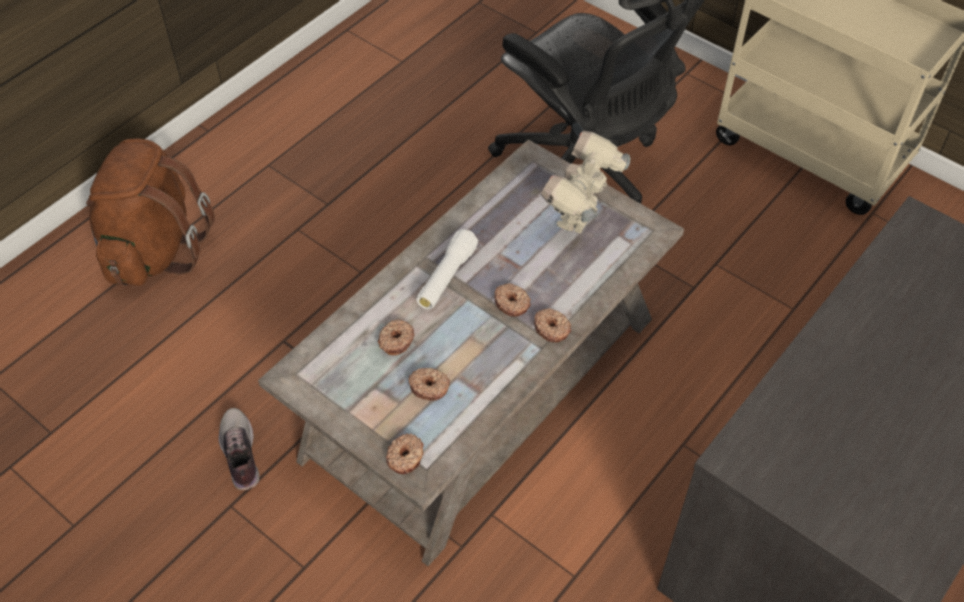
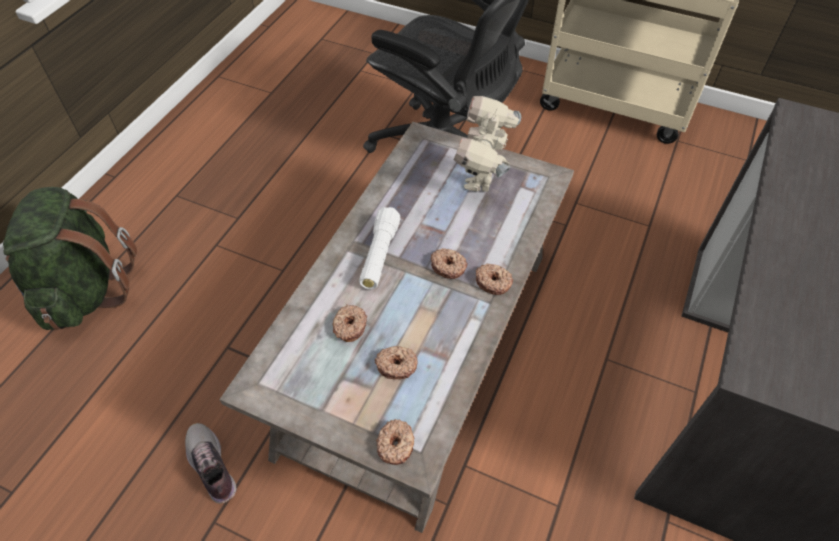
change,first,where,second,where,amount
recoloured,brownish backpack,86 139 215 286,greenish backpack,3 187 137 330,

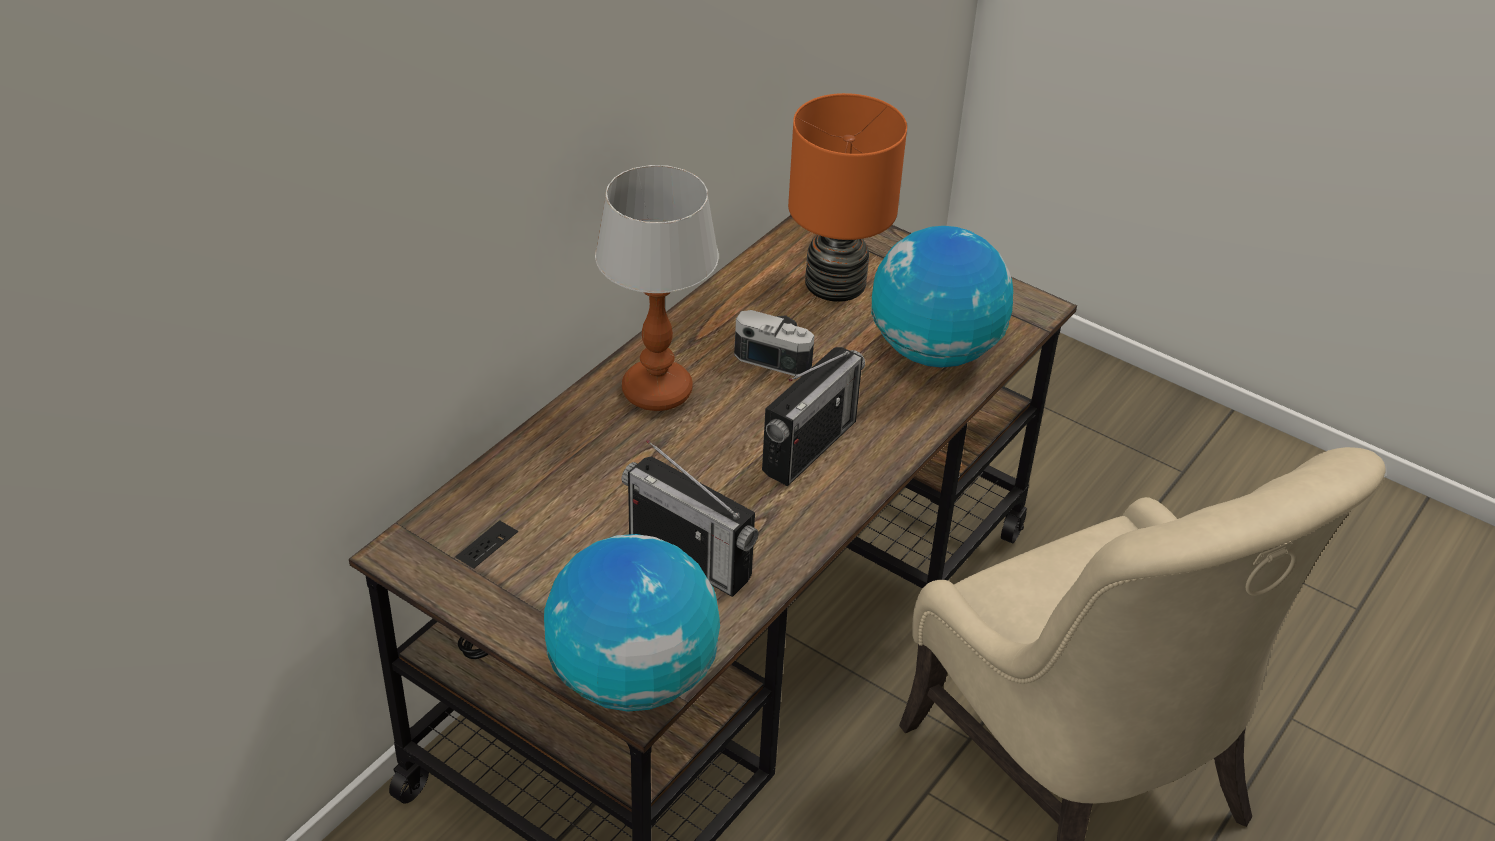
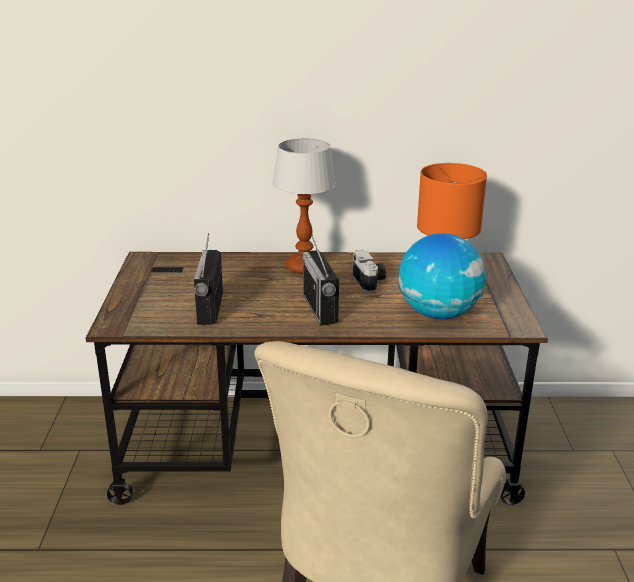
change,first,where,second,where,amount
removed,world globe,544 534 720 712,,,
turned,radio receiver,762 347 865 486,,302 235 339 326,75 degrees clockwise

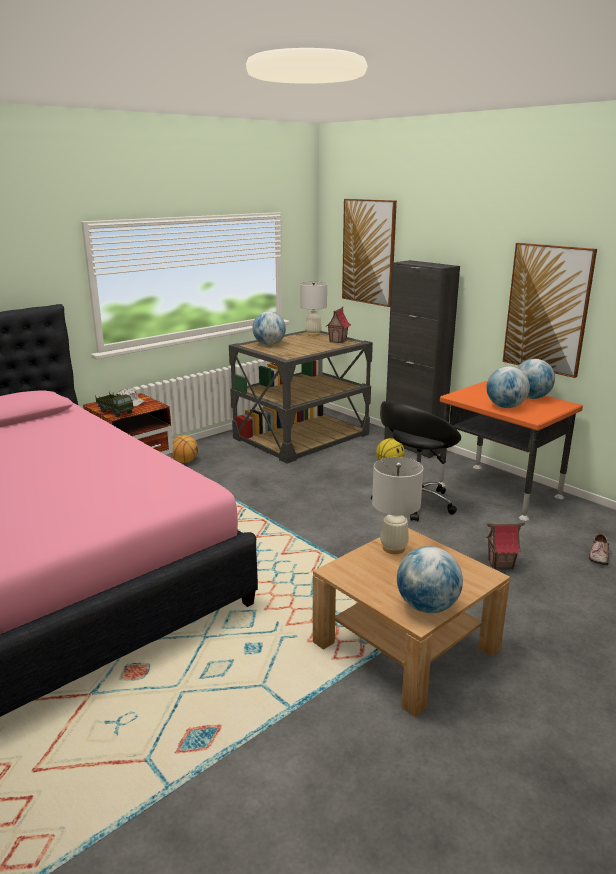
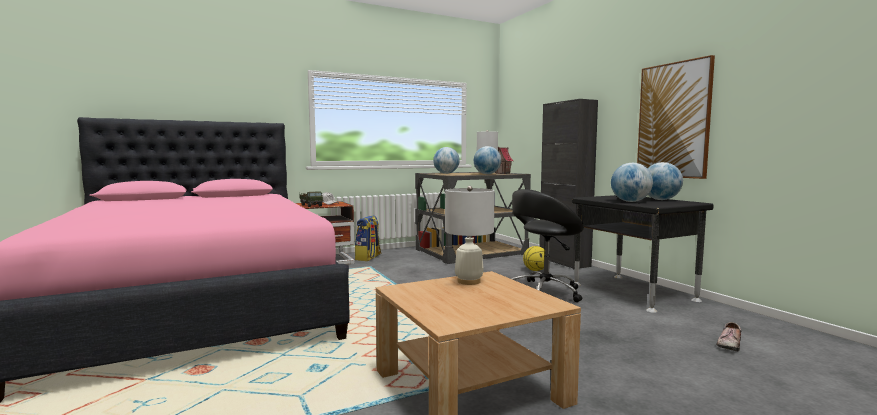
change,first,where,second,where,amount
removed,picture,342 199 397 307,,,
removed,model house,486 523 525 570,,,
moved,world globe,397 546 463 613,,474 146 501 174,
replaced,basketball,171 435 198 463,backpack,355 215 381 261,
recoloured,orangey desk table,437 381 583 521,black desk table,572 195 714 313,

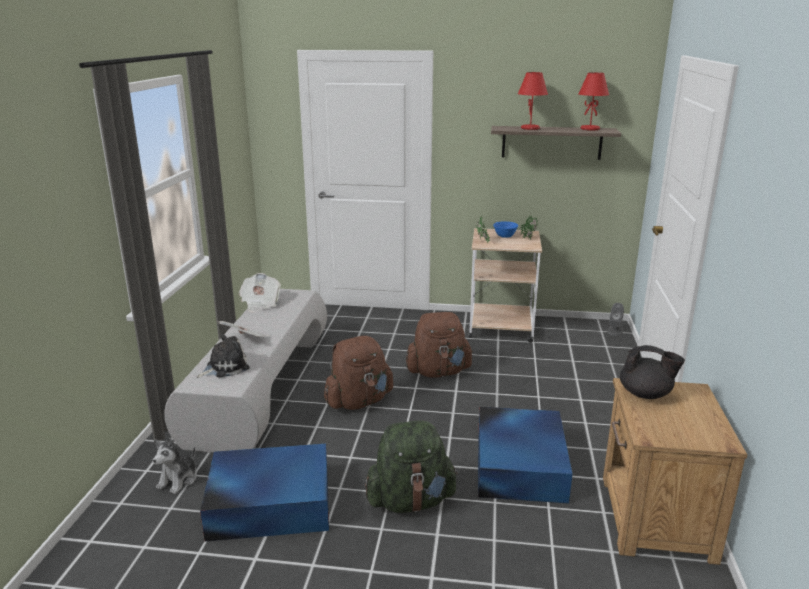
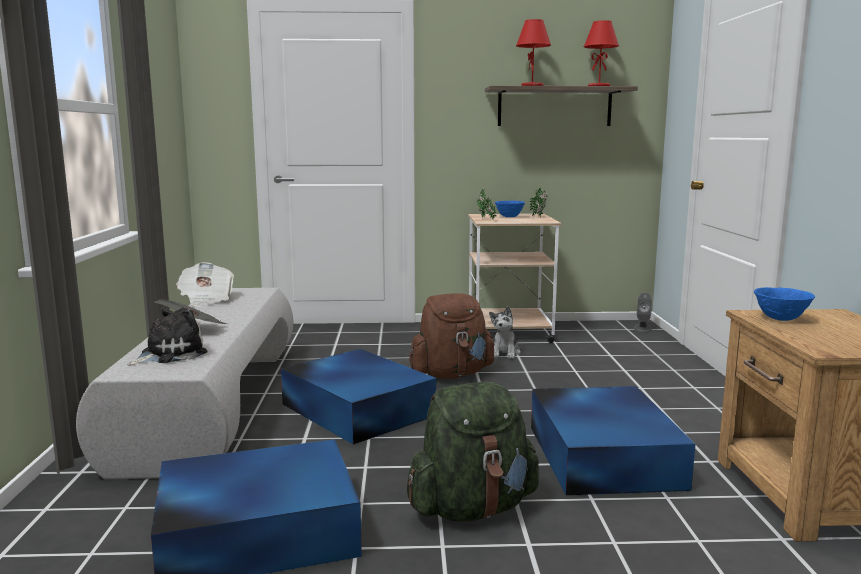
change,first,where,second,where,amount
moved,cuddly toy,153 438 197 494,,489 306 521 359,
replaced,brownish backpack,324 336 393 410,blue storage box,281 349 436 444,
replaced,black teapot,620 345 685 399,blue deep dish,754 287 815 321,

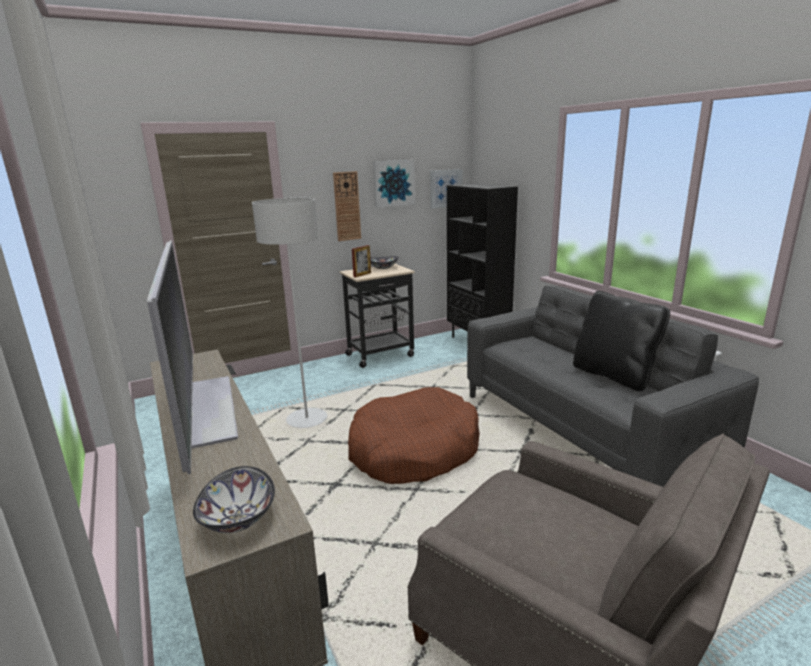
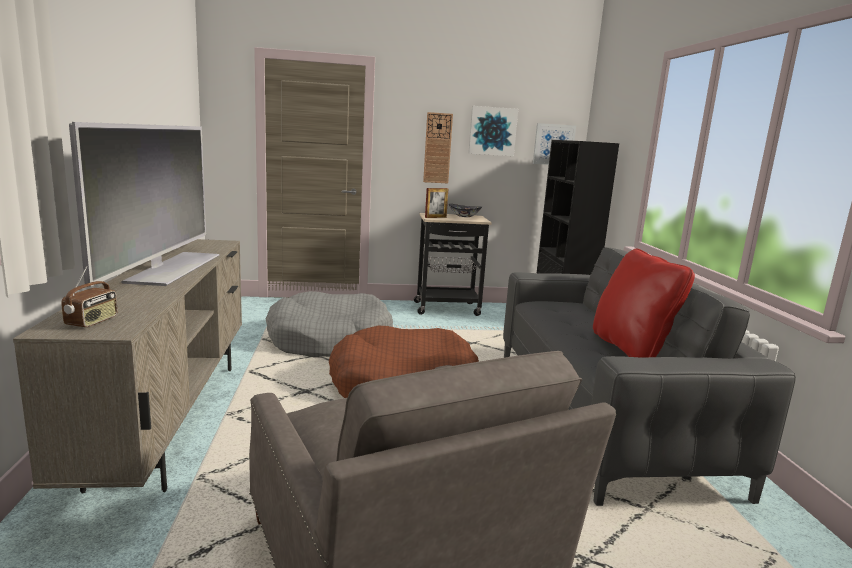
change,first,where,second,where,amount
replaced,deep dish,193 466 275 533,radio receiver,61 266 117 328,
replaced,gray standard lamp,252 198 327 428,gray pet bed,266 291 393 357,
recoloured,black throw pillow,573 291 670 391,red throw pillow,593 248 695 358,

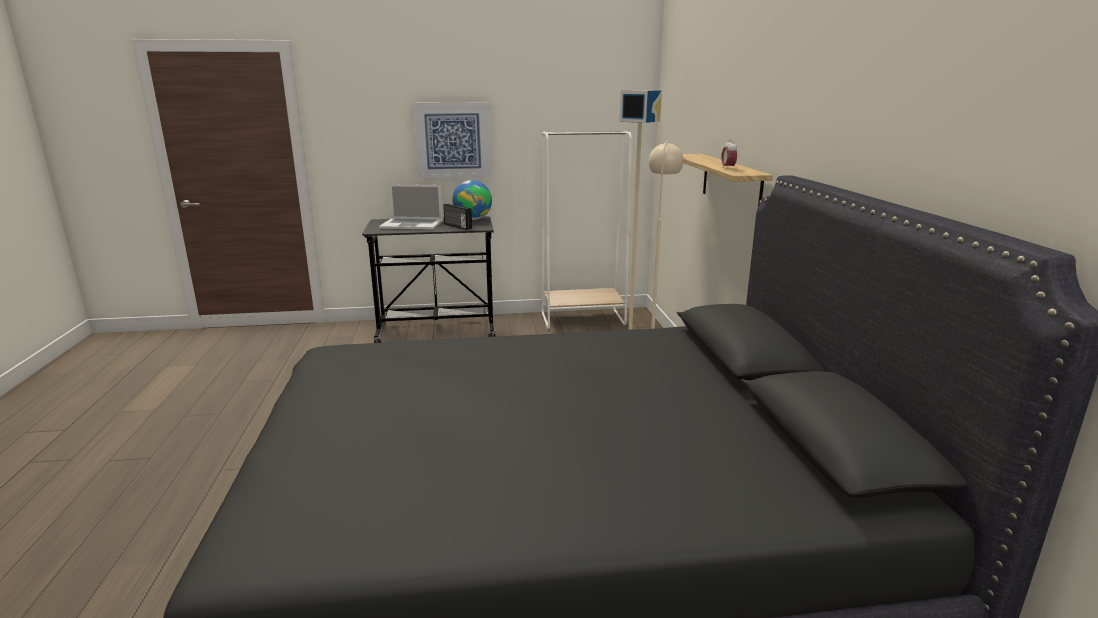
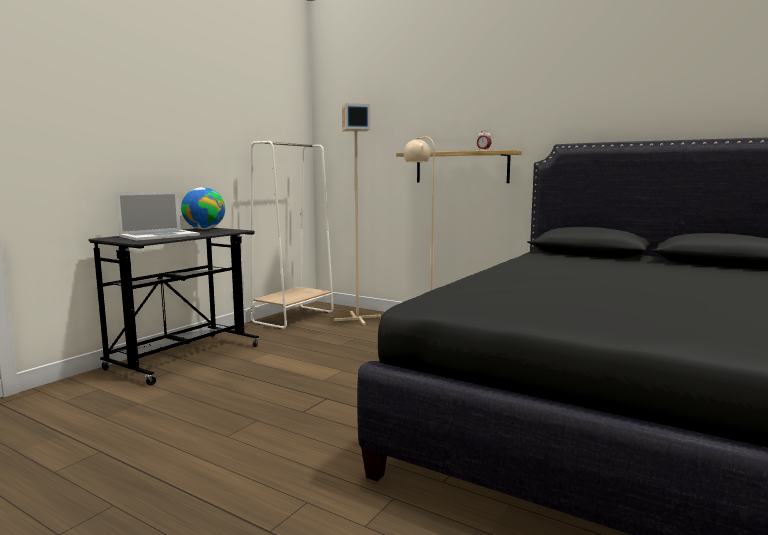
change,first,where,second,where,amount
removed,picture,413 102 491 179,,,
removed,radio receiver,443 203 472 230,,,

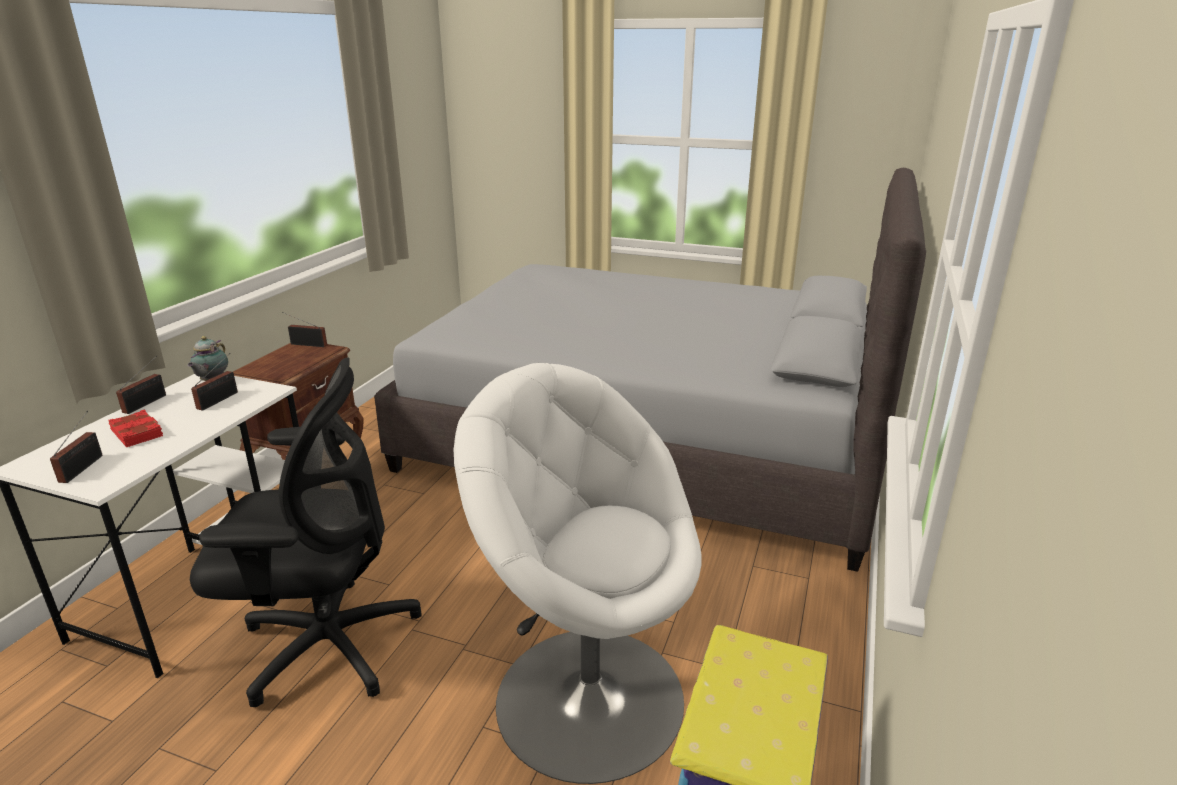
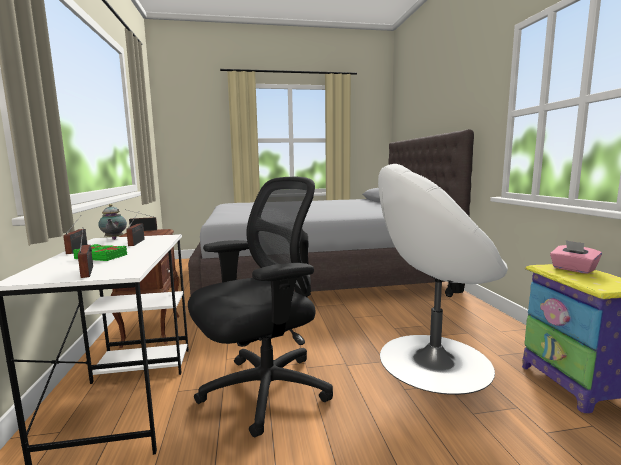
change,first,where,second,where,amount
added,,,pinkish box of tissues,550 240 602 274,
recoloured,red book,109 410 163 447,greenish book,73 244 127 261,

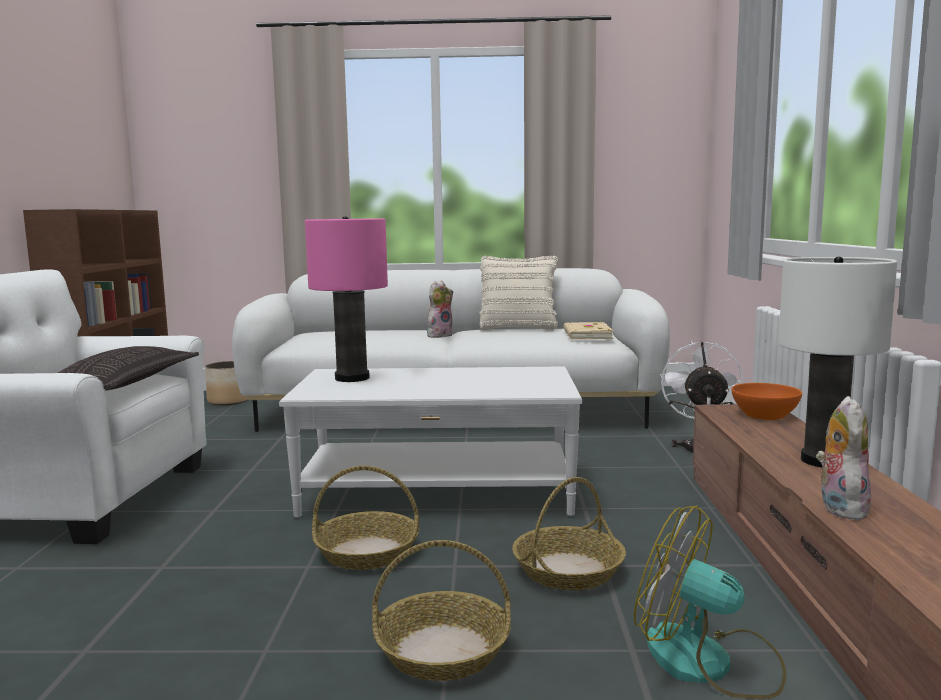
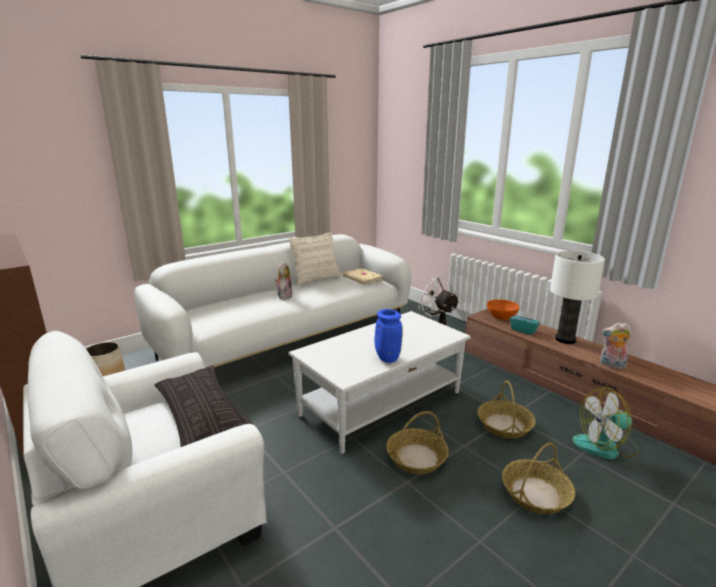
change,first,where,second,where,amount
removed,pinkish tabletop lamp,305 216 388 382,,,
added,,,blue vase,375 309 403 363,
added,,,blue-green box of tissues,510 310 540 335,
turned,cuddly toy,816 396 871 520,,600 323 631 369,45 degrees counterclockwise

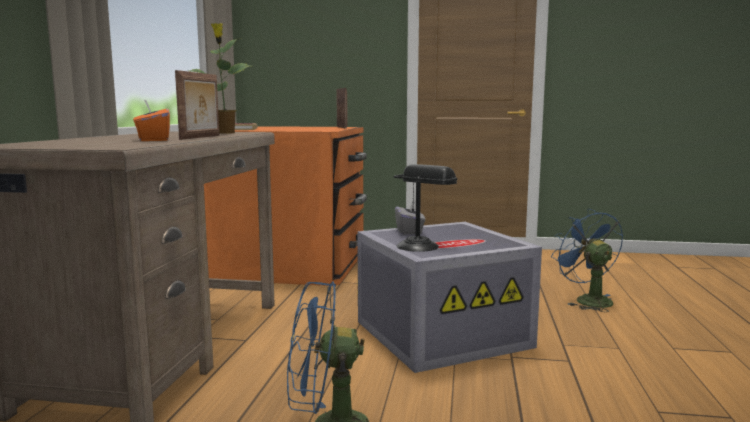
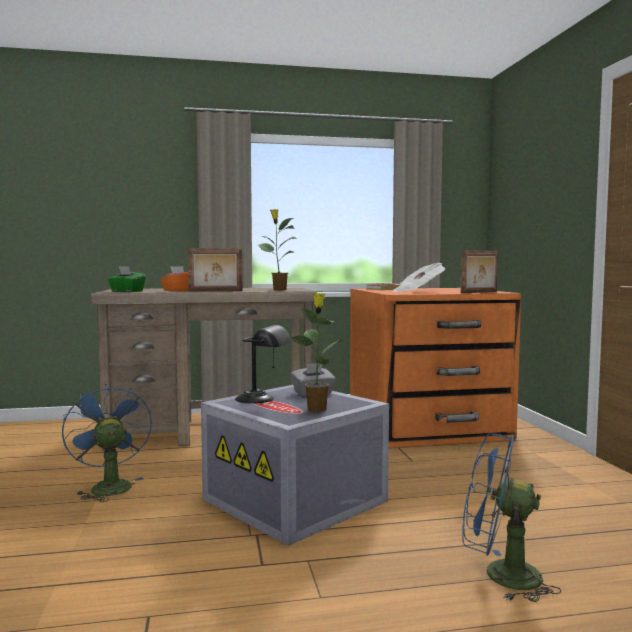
change,first,where,second,where,amount
added,,,greenish box of tissues,108 266 146 292,
added,,,plant in a pot,286 293 345 412,
added,,,newspaper,393 263 445 292,
turned,blue cooling fan,551 209 623 312,,462 433 561 602,120 degrees counterclockwise

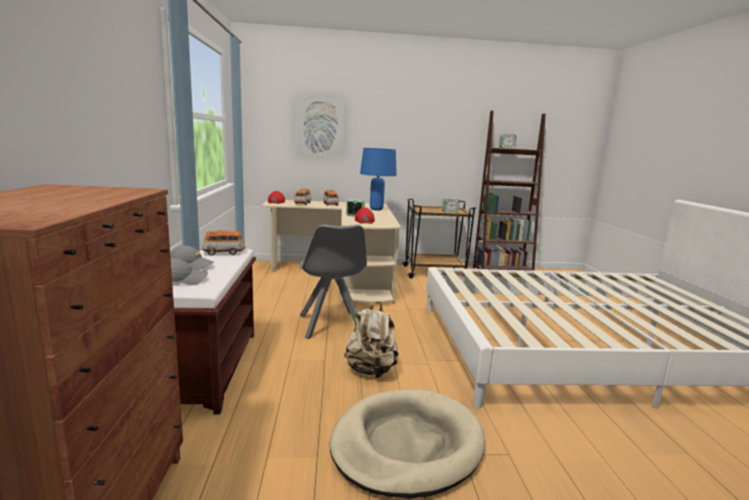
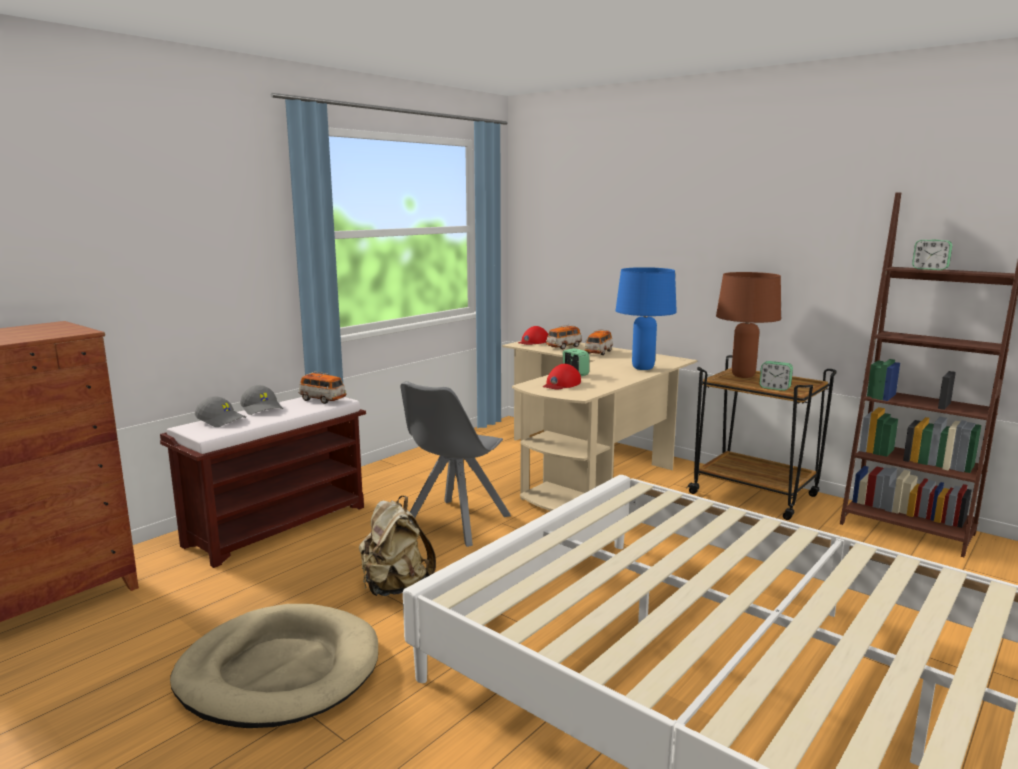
change,first,where,second,where,amount
removed,picture,297 96 346 158,,,
added,,,brownish tabletop lamp,716 272 781 378,

